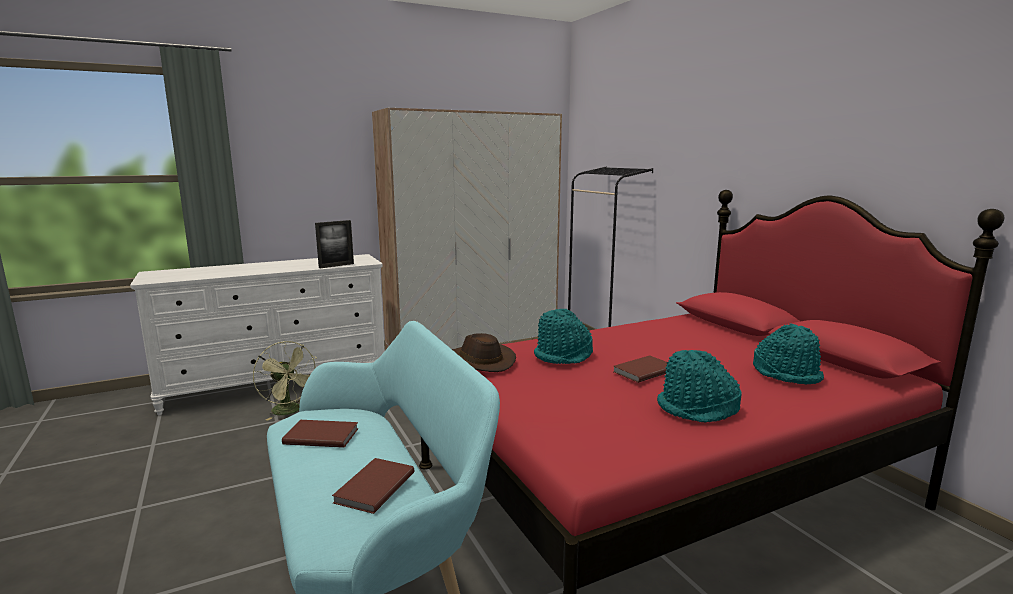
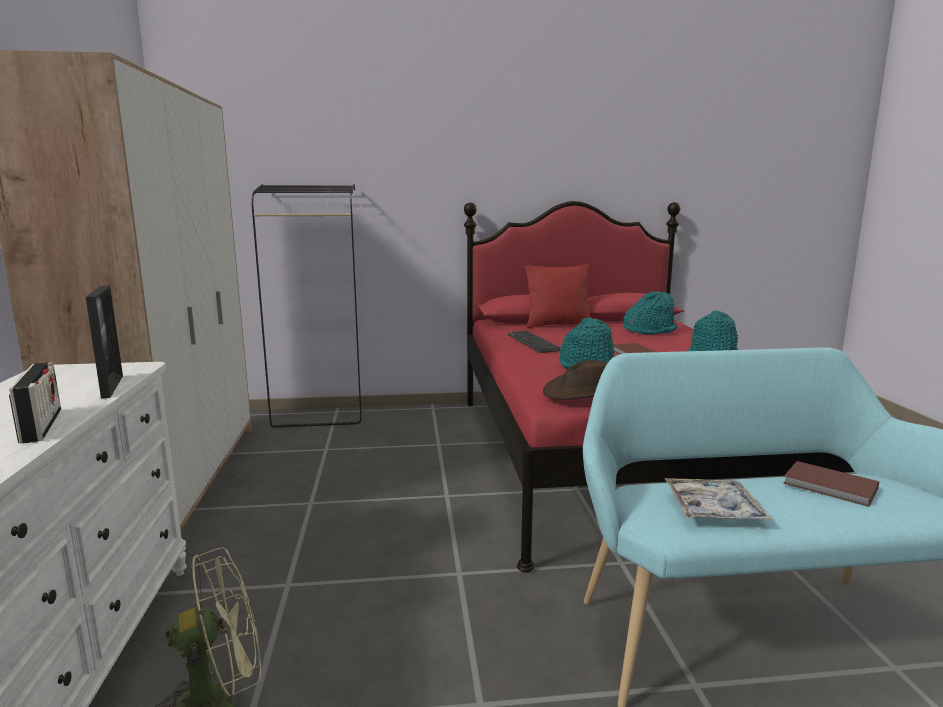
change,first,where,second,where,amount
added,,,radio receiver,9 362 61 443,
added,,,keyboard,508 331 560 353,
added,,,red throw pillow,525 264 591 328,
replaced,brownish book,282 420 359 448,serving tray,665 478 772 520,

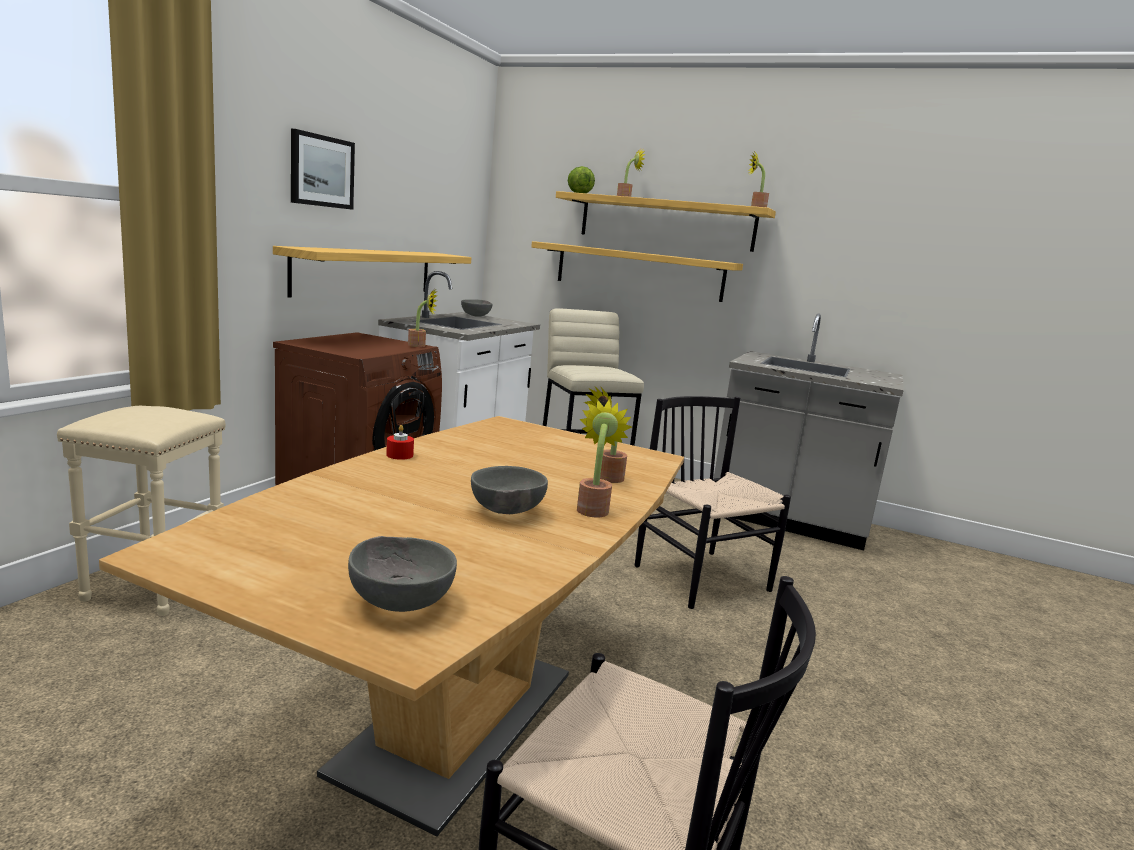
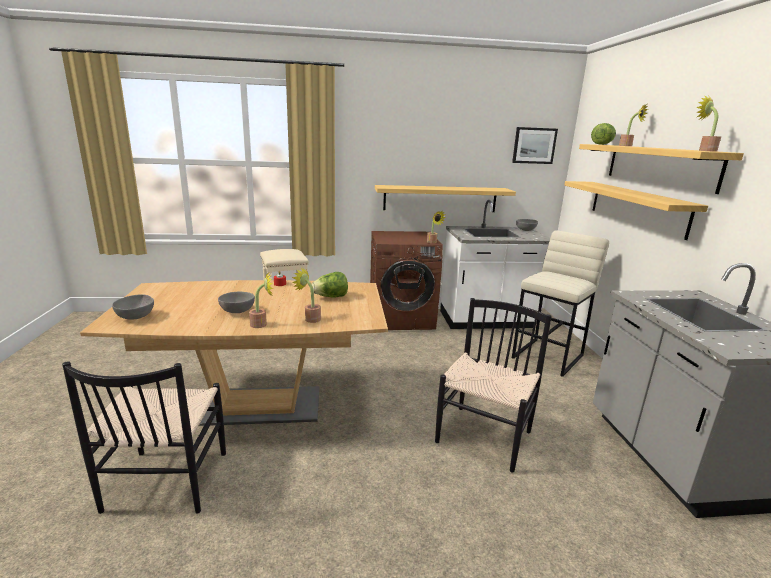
change,first,where,second,where,amount
added,,,head of lettuce,312 272 348 298,
moved,picture,291 129 355 210,,512 127 558 164,

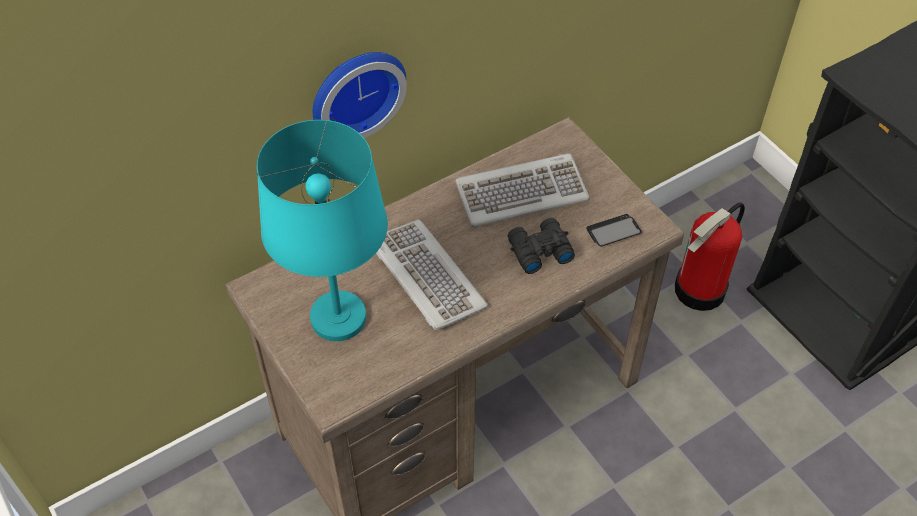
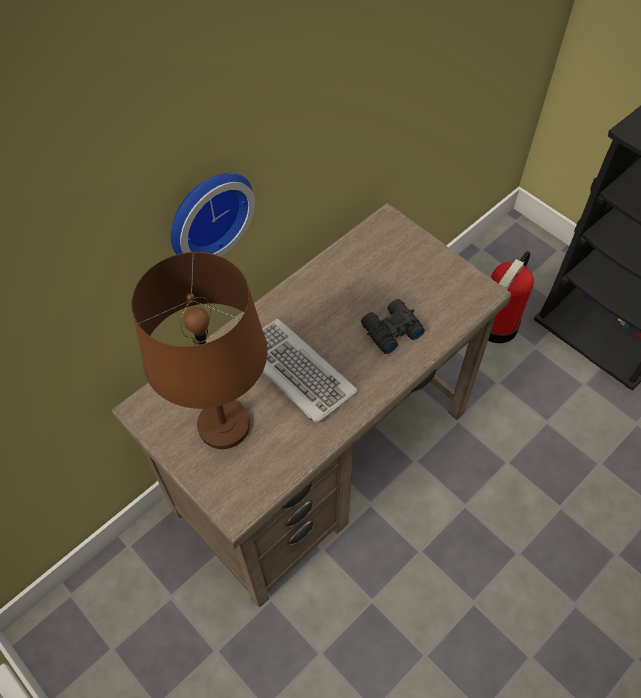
change,first,where,second,where,amount
removed,keyboard,455 153 590 227,,,
removed,phone,586 214 642 247,,,
recoloured,blue-green tabletop lamp,257 120 388 341,brownish tabletop lamp,132 252 267 449,

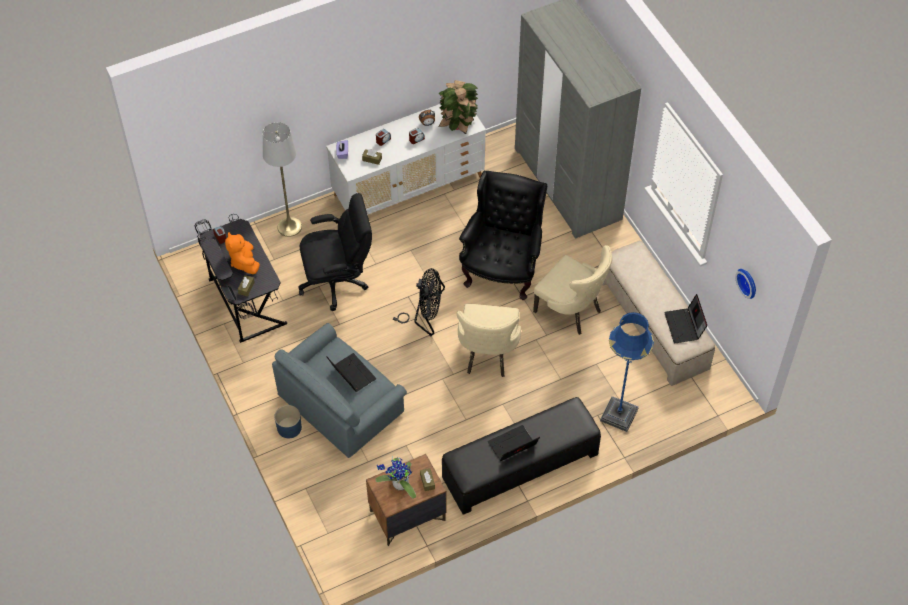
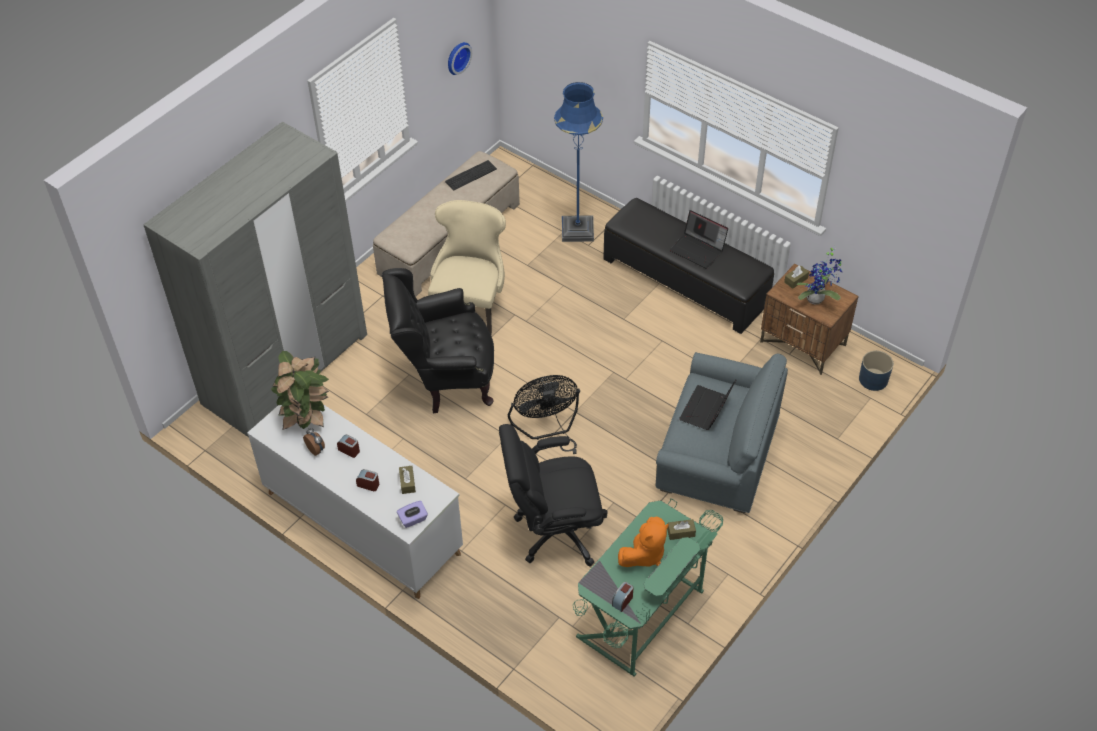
change,first,where,second,where,amount
removed,gray standard lamp,263 122 302 237,,,
removed,sand-coloured plain chair,457 304 521 377,,,
moved,blue flower pot,275 405 302 438,,859 351 893 391,
replaced,laptop,664 294 707 343,keyboard,445 160 497 190,
recoloured,black desk table,194 214 287 343,greenish desk table,573 498 723 677,
turned,black computer chair,299 193 372 311,,499 424 607 566,60 degrees counterclockwise

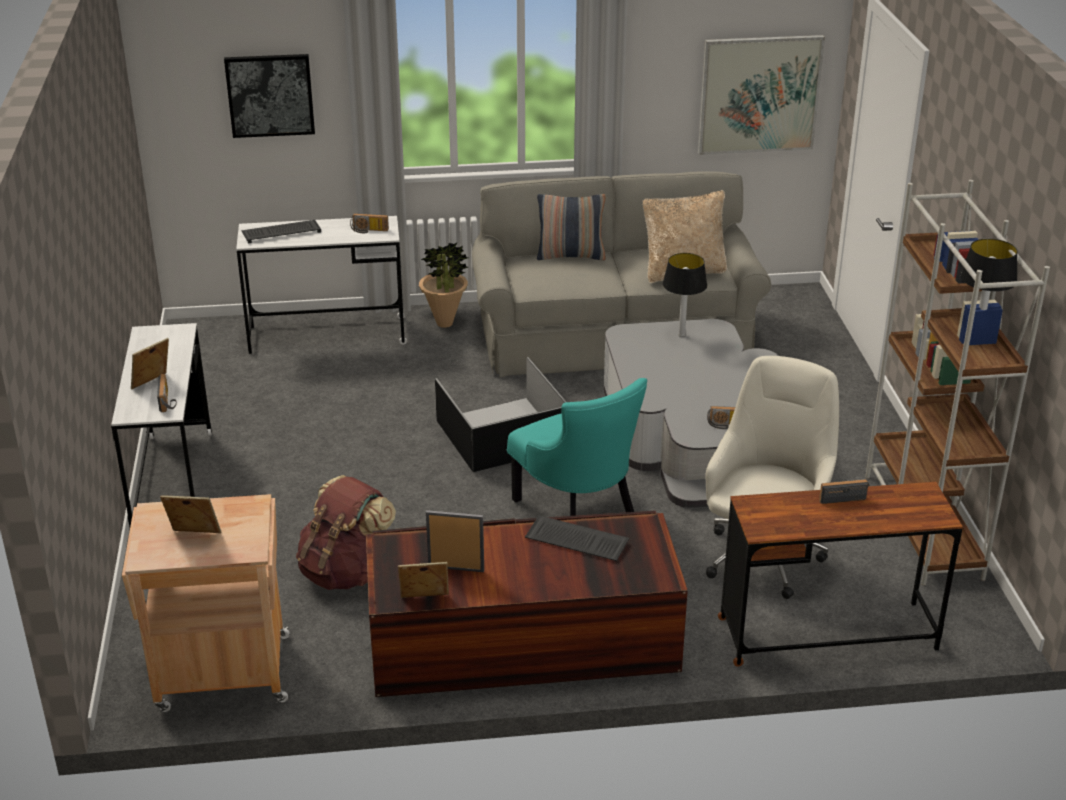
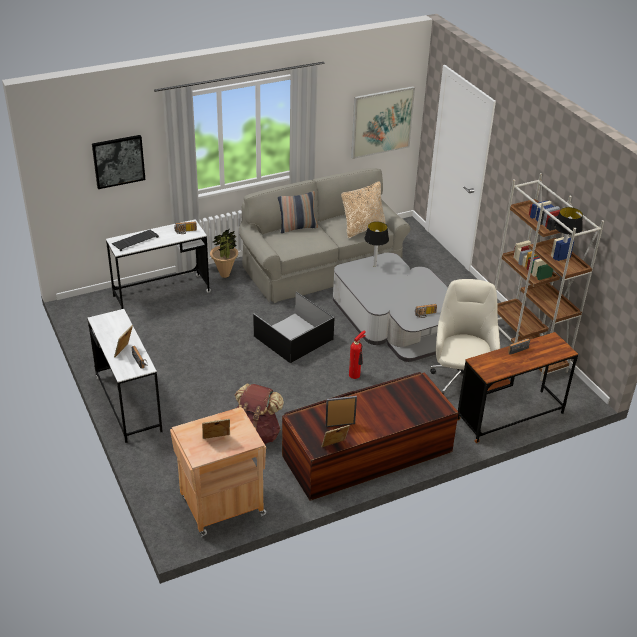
change,first,where,second,where,amount
removed,keyboard,525 515 629 561,,,
replaced,blue-green plain chair,506 378 647 516,fire-fighting cylinder,349 331 366 379,

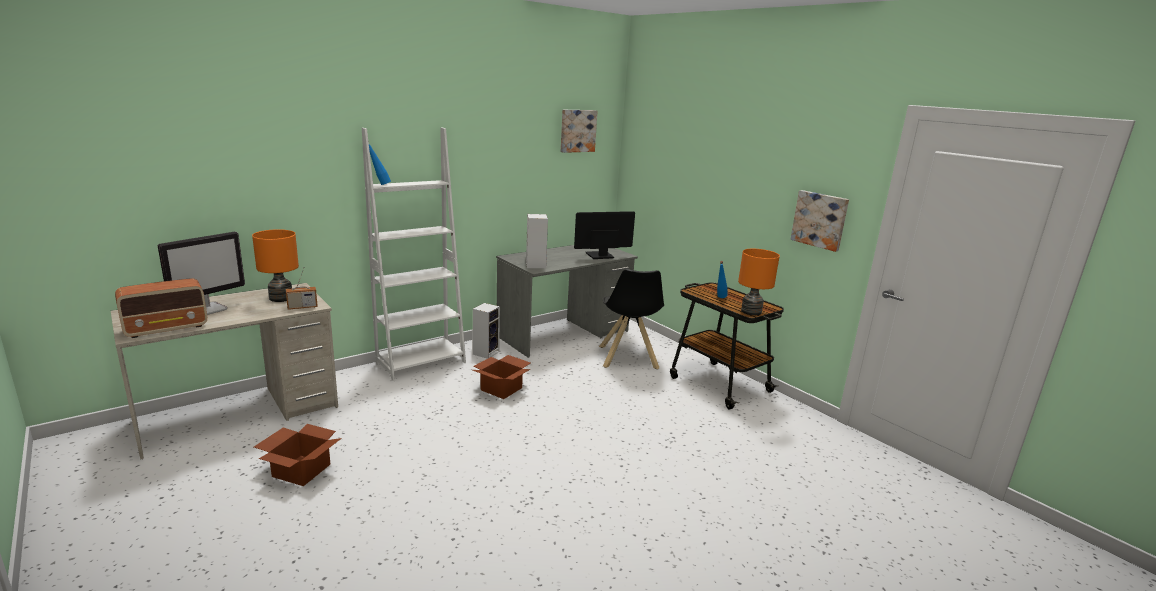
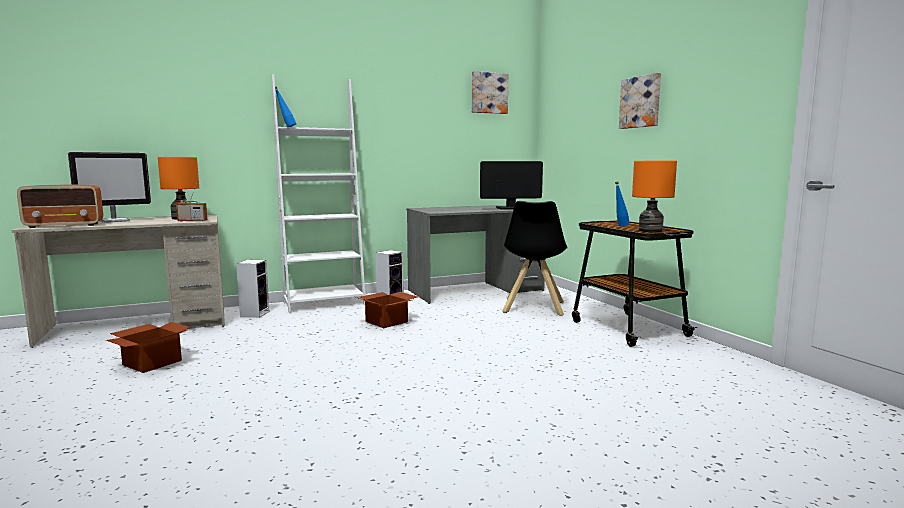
change,first,where,second,where,amount
moved,audio speaker,526 214 548 268,,236 260 270 318,
moved,picture,790 190 849 252,,619 73 661 129,

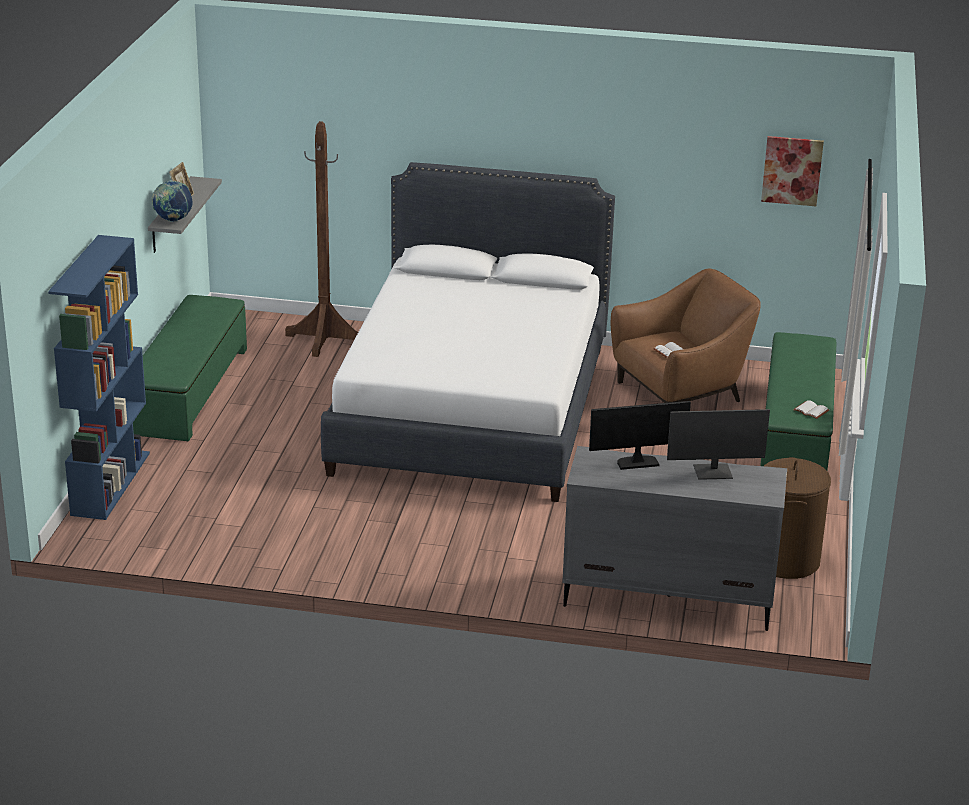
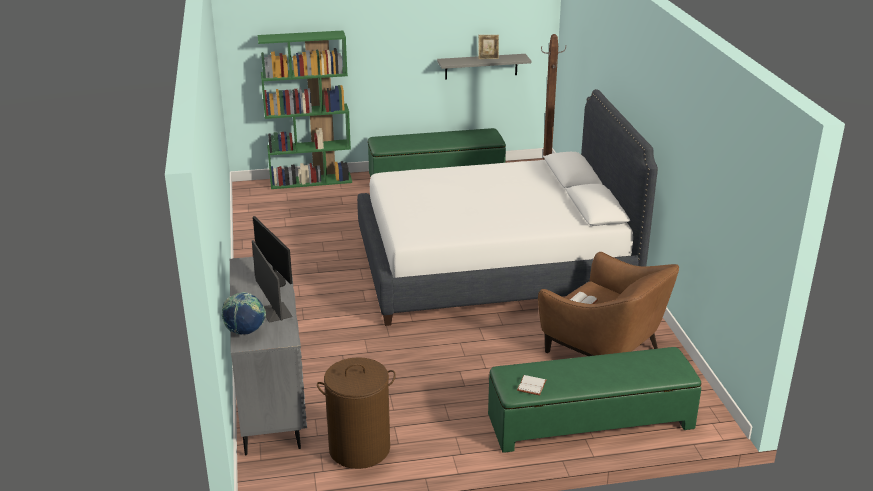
change,first,where,second,where,amount
removed,picture,761 136 824 206,,,
moved,world globe,152 180 193 222,,222 292 266 335,
recoloured,blue bookshelf,48 235 150 520,greenish bookshelf,258 30 352 189,

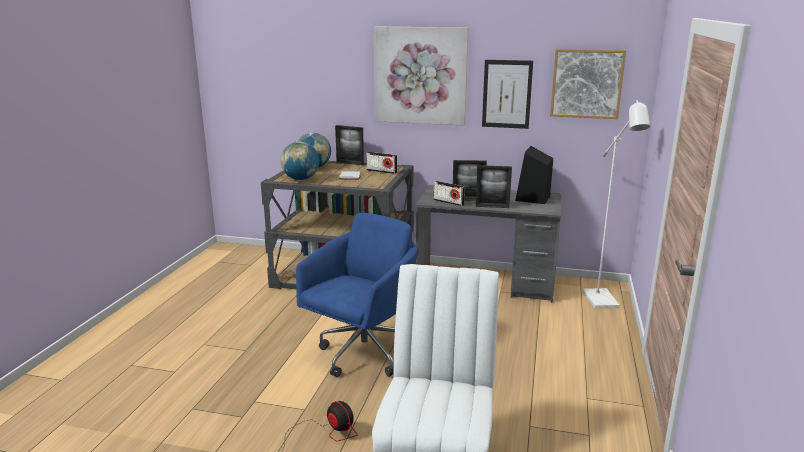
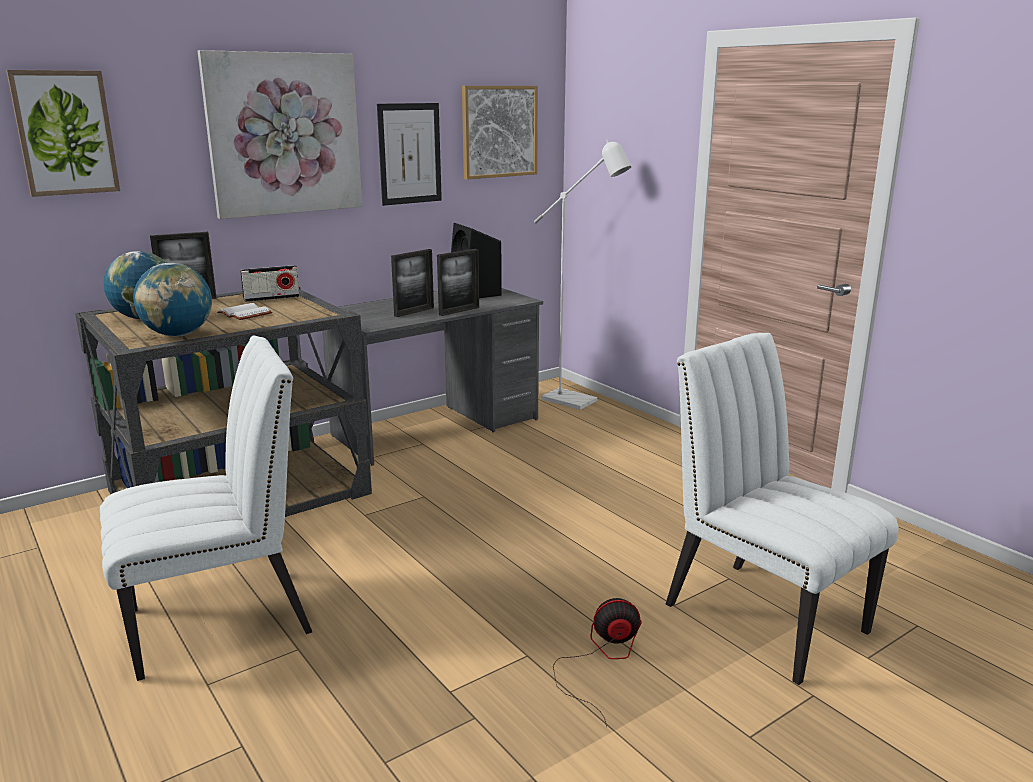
change,first,where,second,where,amount
removed,blue computer chair,296 213 418 377,,,
removed,radio receiver,434 181 465 206,,,
added,,,picture,6 70 120 197,
added,,,whitish plain chair,100 336 312 681,

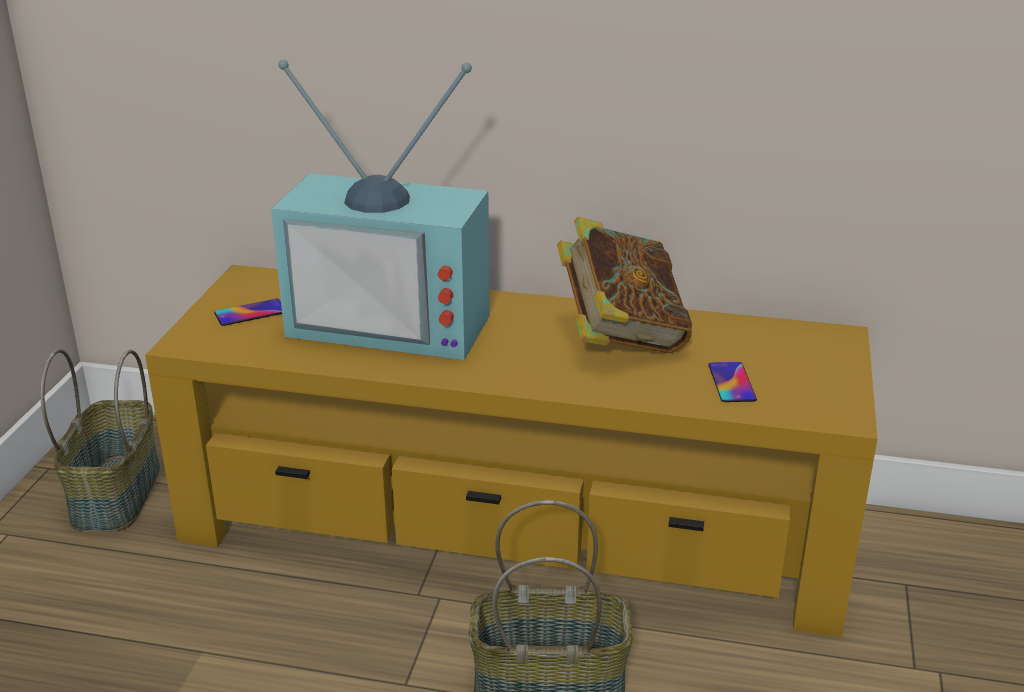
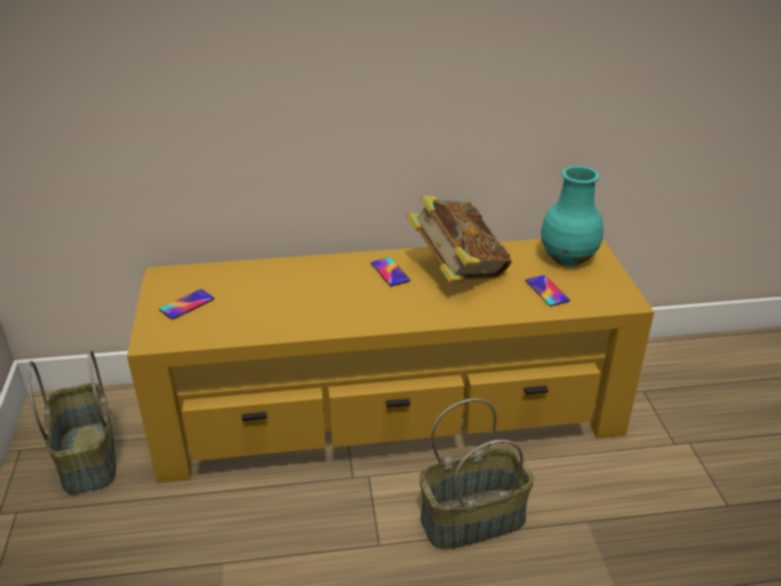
change,first,where,second,where,amount
removed,TV set,271 60 490 360,,,
added,,,phone,371 257 411 286,
added,,,blue-green vase,541 166 603 266,

